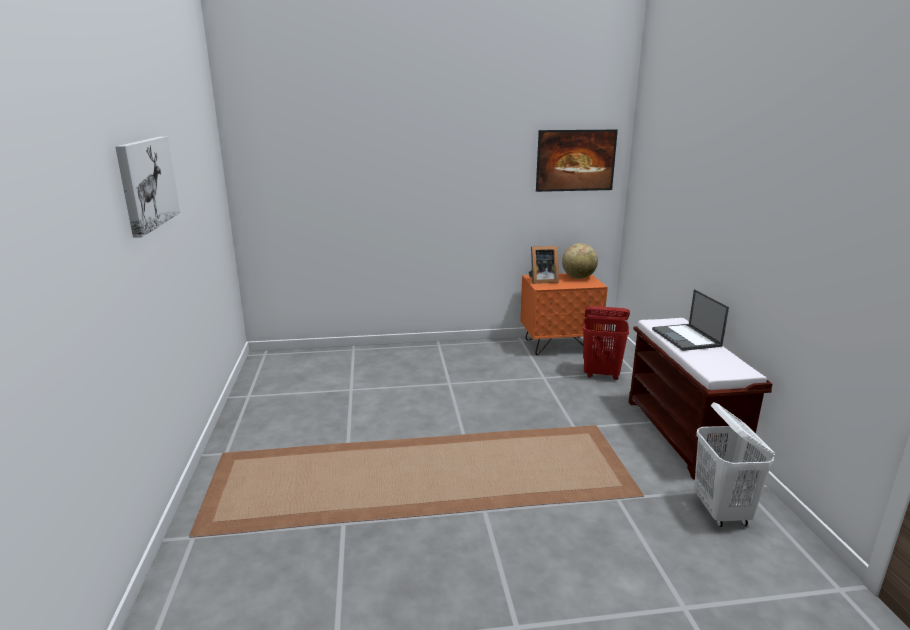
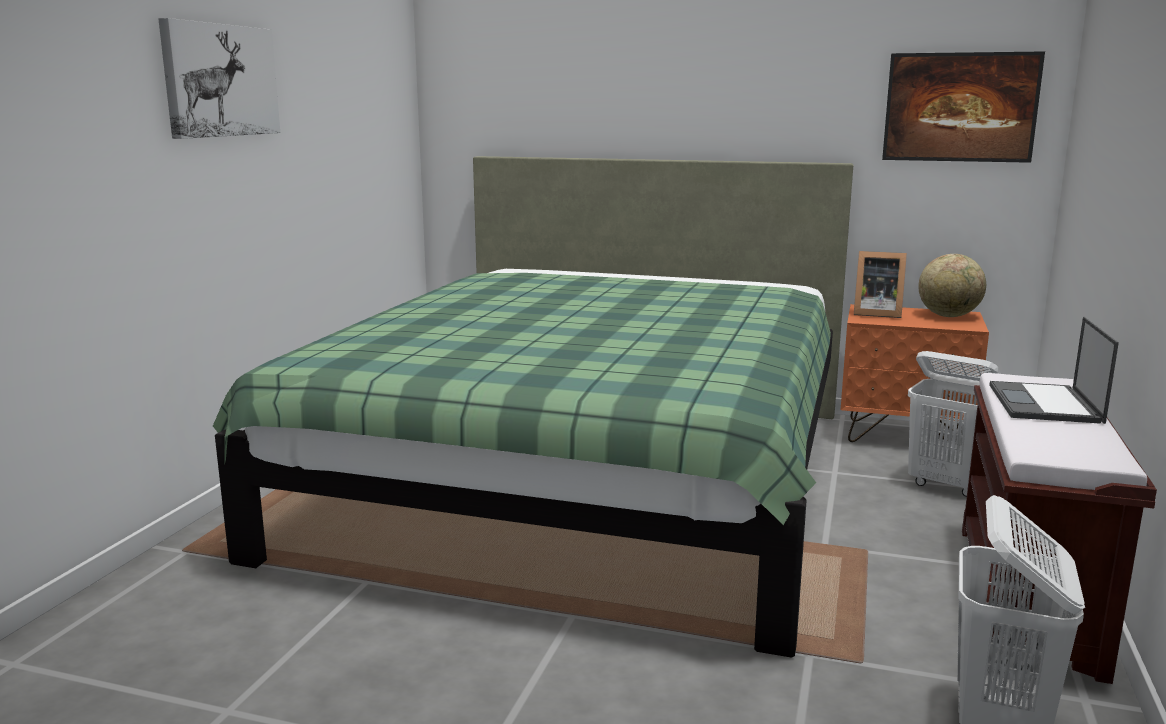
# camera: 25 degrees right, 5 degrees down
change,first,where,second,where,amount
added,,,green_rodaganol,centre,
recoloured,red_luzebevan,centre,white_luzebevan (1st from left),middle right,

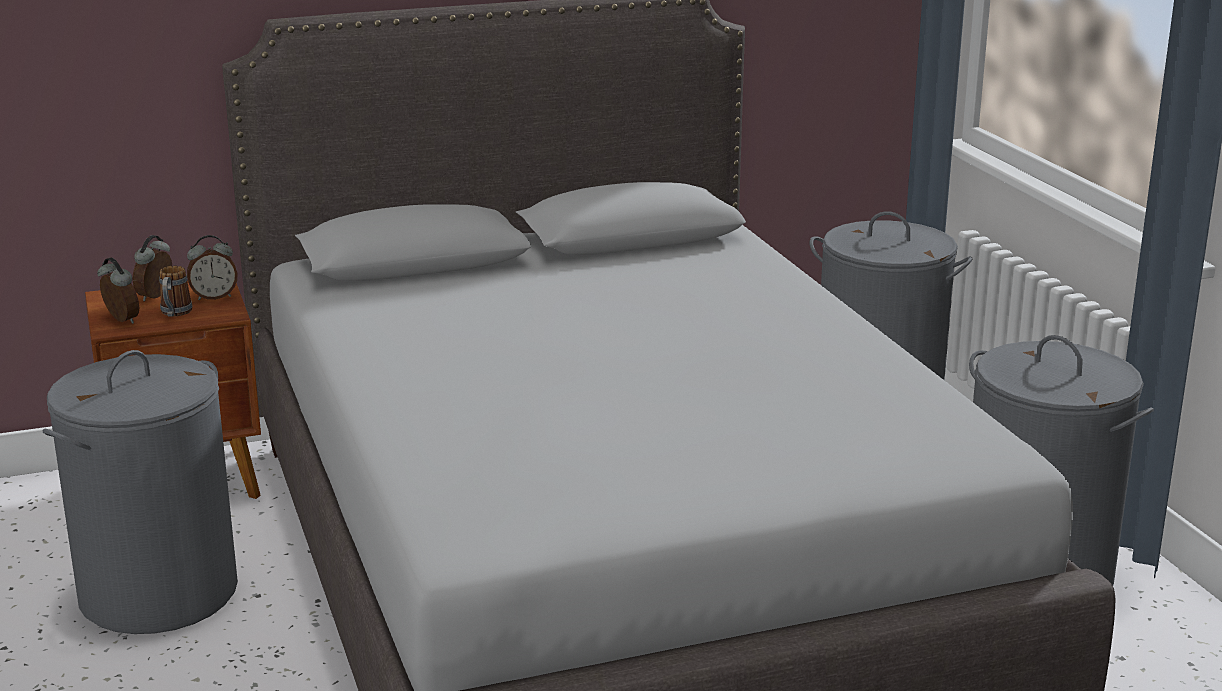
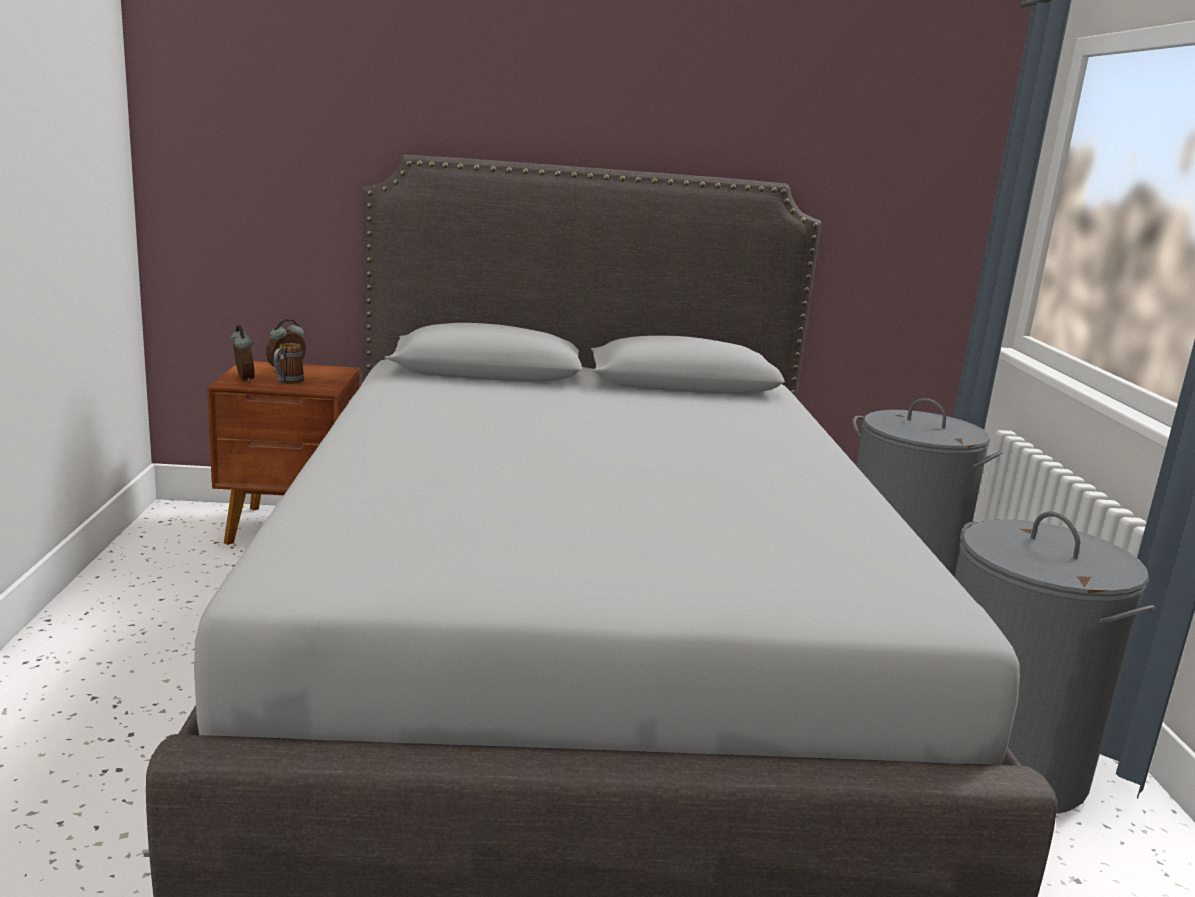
# camera: 15 degrees right, 5 degrees down
change,first,where,second,where,amount
removed,grey_luzebevan (1st from left),bottom left,,,
removed,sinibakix (3rd from left),middle left,,,

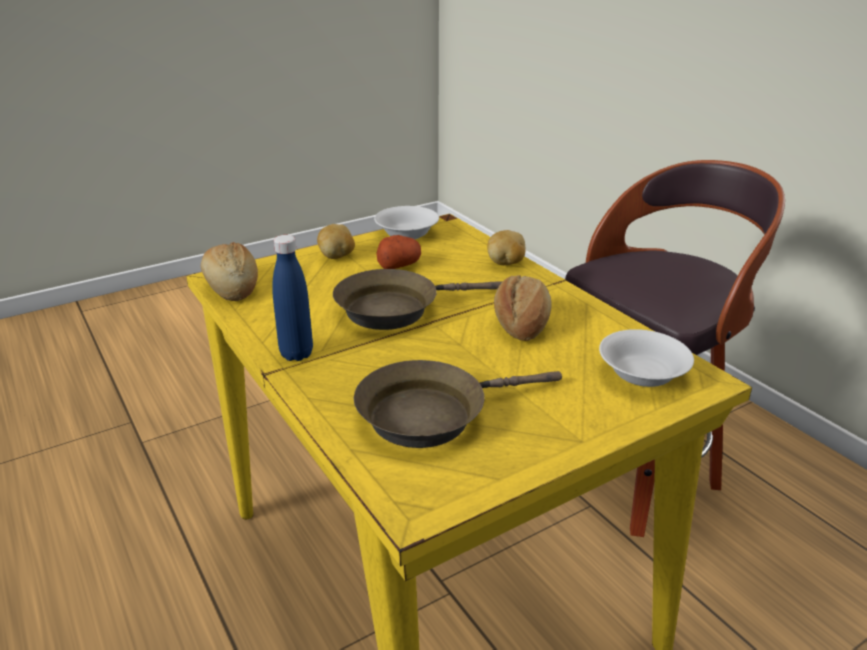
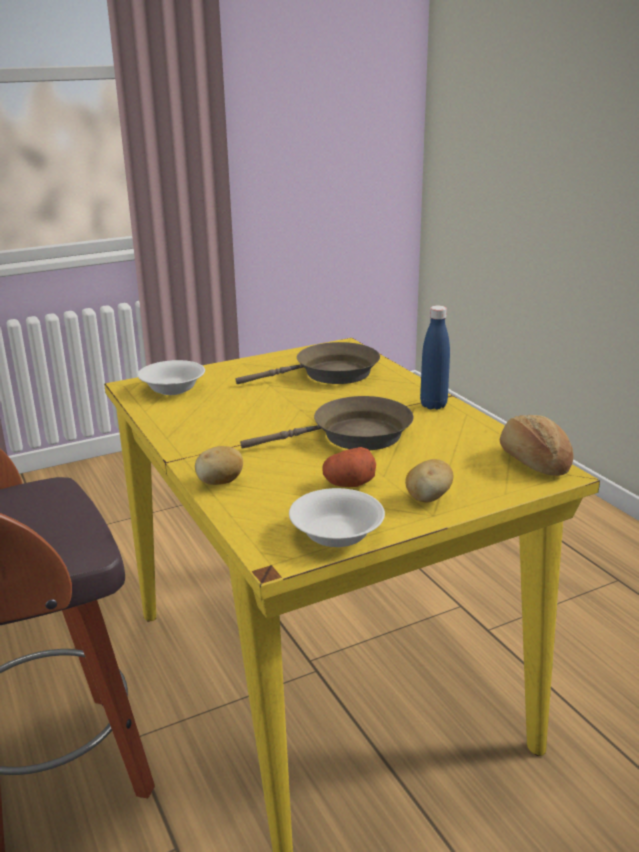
# camera: 175 degrees left, 5 degrees down
change,first,where,second,where,amount
removed,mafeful (2nd from left),centre,,,

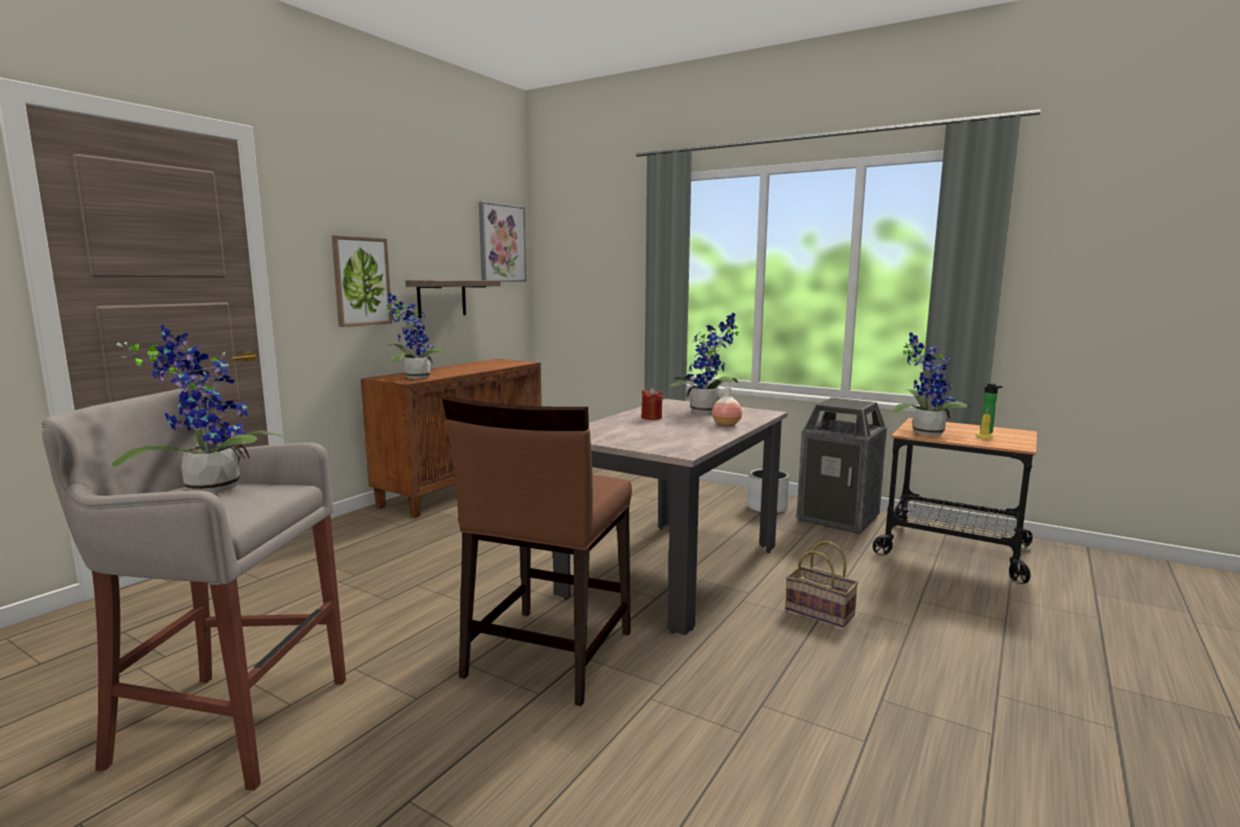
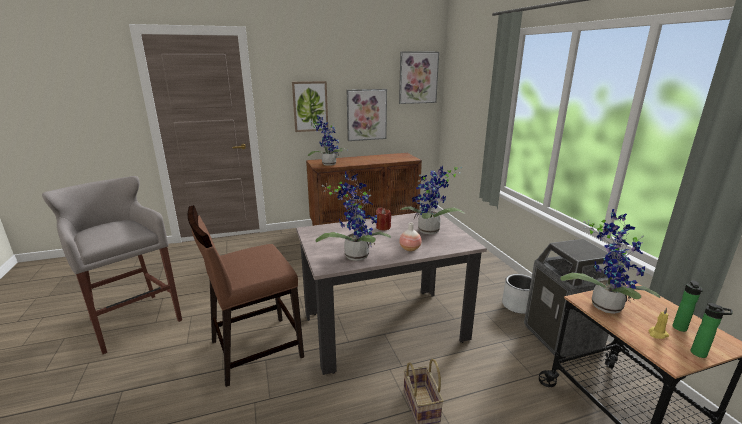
# camera: 40 degrees right, 10 degrees up
change,first,where,second,where,amount
added,,,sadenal (2nd from left),bottom right,
moved,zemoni (1st from left in the first image),middle left,zemoni (2nd from left),centre,
replaced,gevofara,centre,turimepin (2nd from left),top centre,

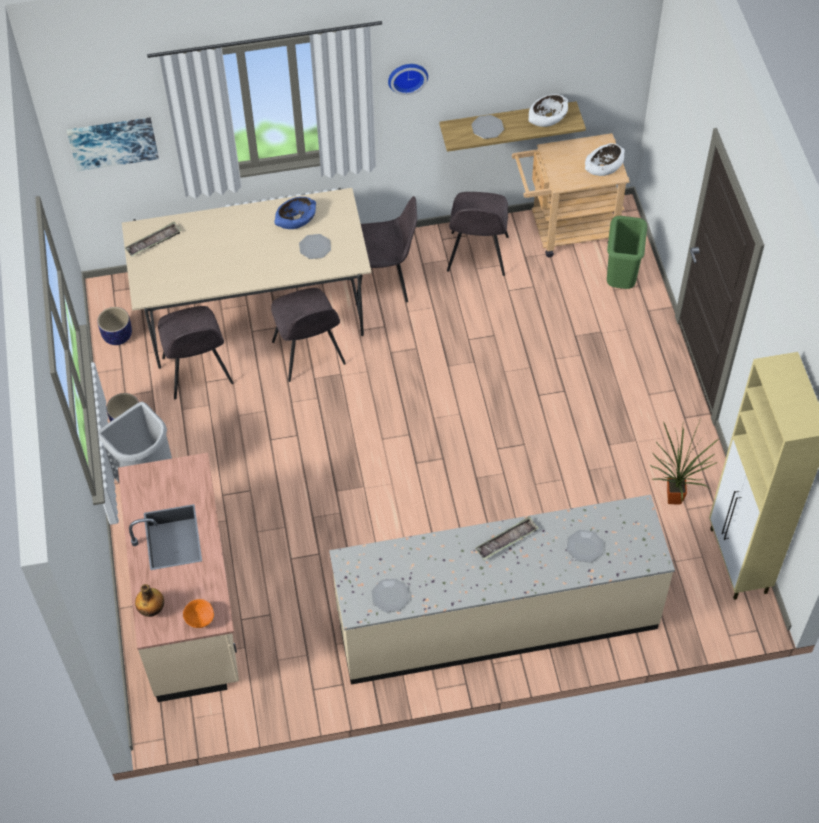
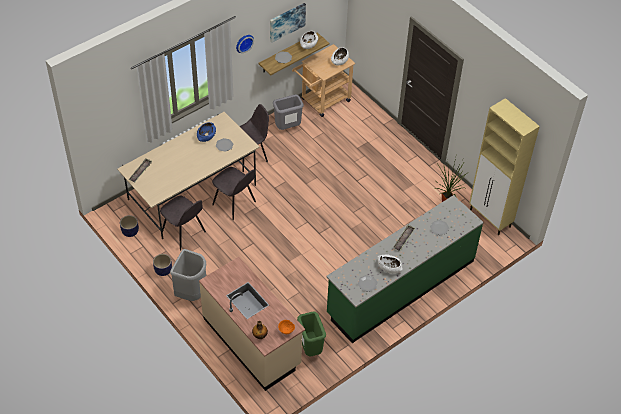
# camera: 30 degrees left, 5 degrees down
change,first,where,second,where,amount
added,,,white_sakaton (3rd from left),centre,
moved,turimepin,top left,,top centre,
moved,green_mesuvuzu,top right,,bottom centre,
replaced,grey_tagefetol (4th from left),top centre,grey_mesuvuzu (2nd from left),top centre,
recoloured,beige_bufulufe (2nd from left),bottom centre,green_bufulufe,centre,

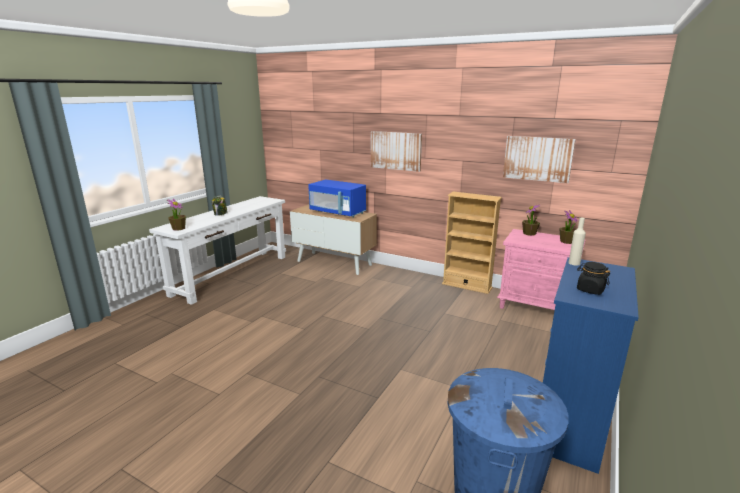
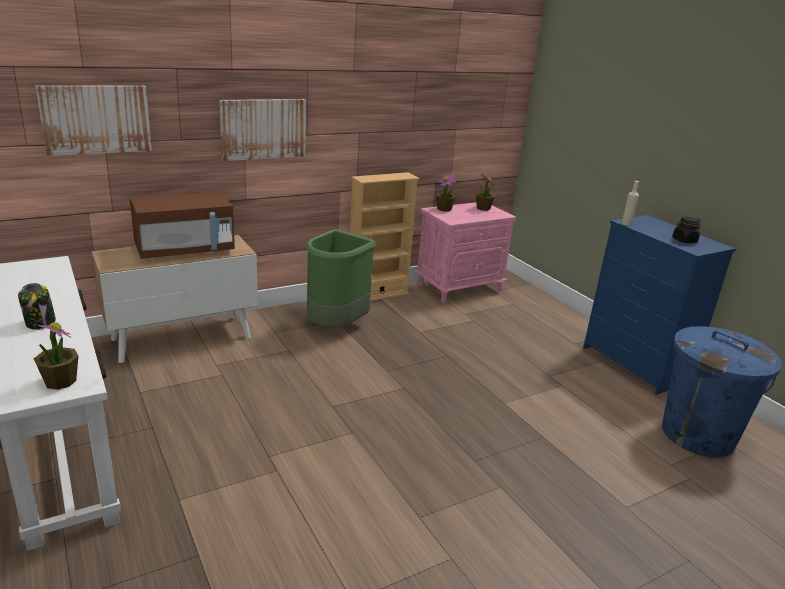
# camera: 60 degrees left, 5 degrees up
change,first,where,second,where,amount
added,,,green_mesuvuzu,centre,
moved,turimepin (2nd from left in the first image),top right,turimepin (1st from left),top left,
recoloured,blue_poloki,centre,brown_poloki,middle left,

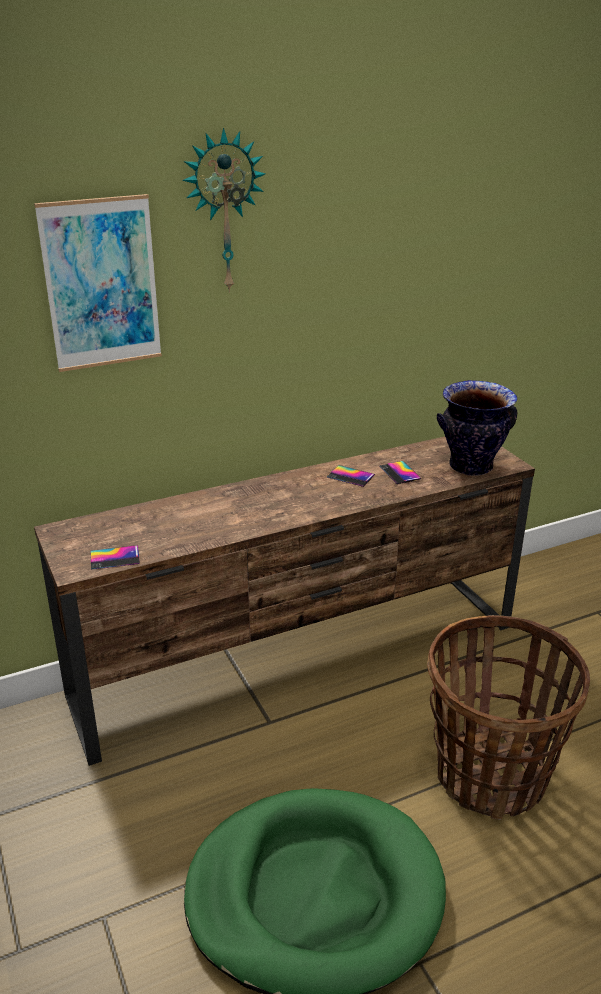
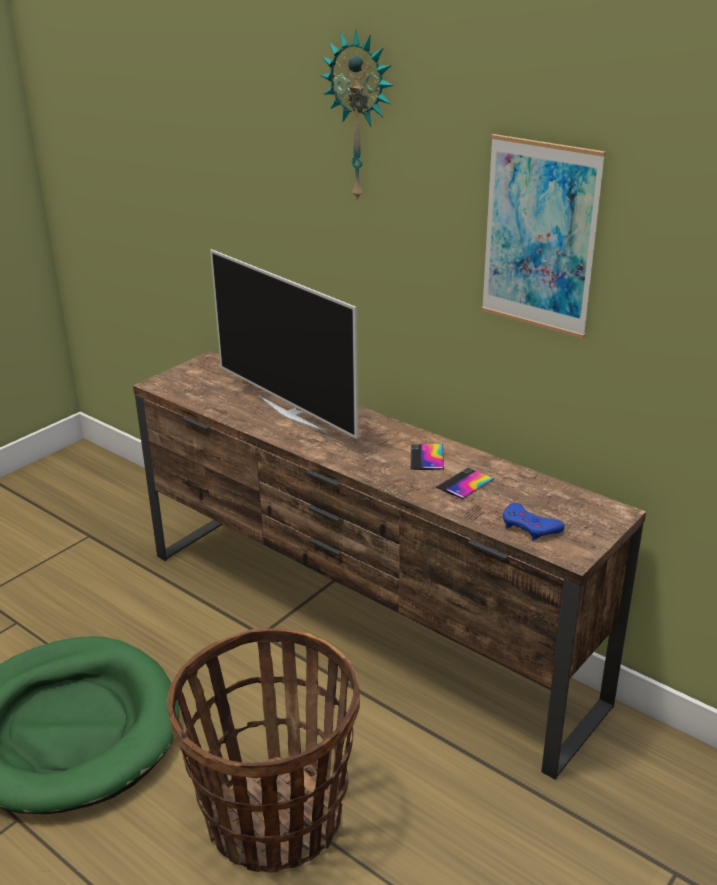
# camera: 65 degrees right, 0 degrees up
change,first,where,second,where,amount
removed,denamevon (1st from left),middle left,,,
added,,,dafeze,centre,
moved,turimepin,top left,,top right,
replaced,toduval,middle right,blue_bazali,middle right,

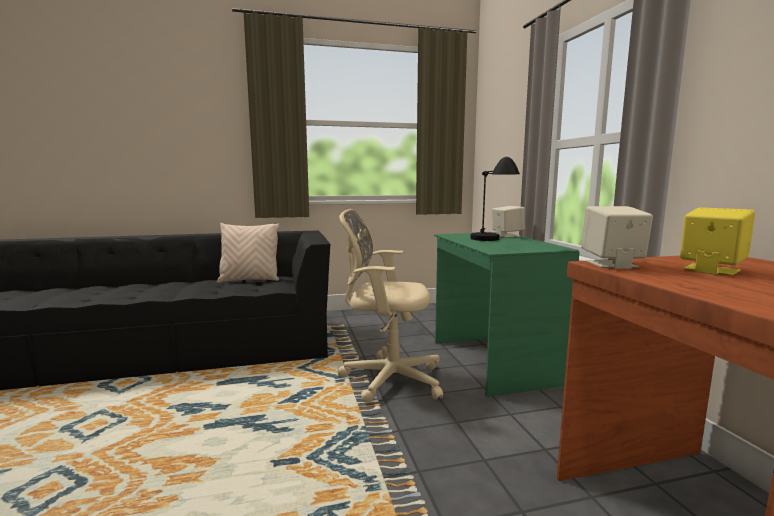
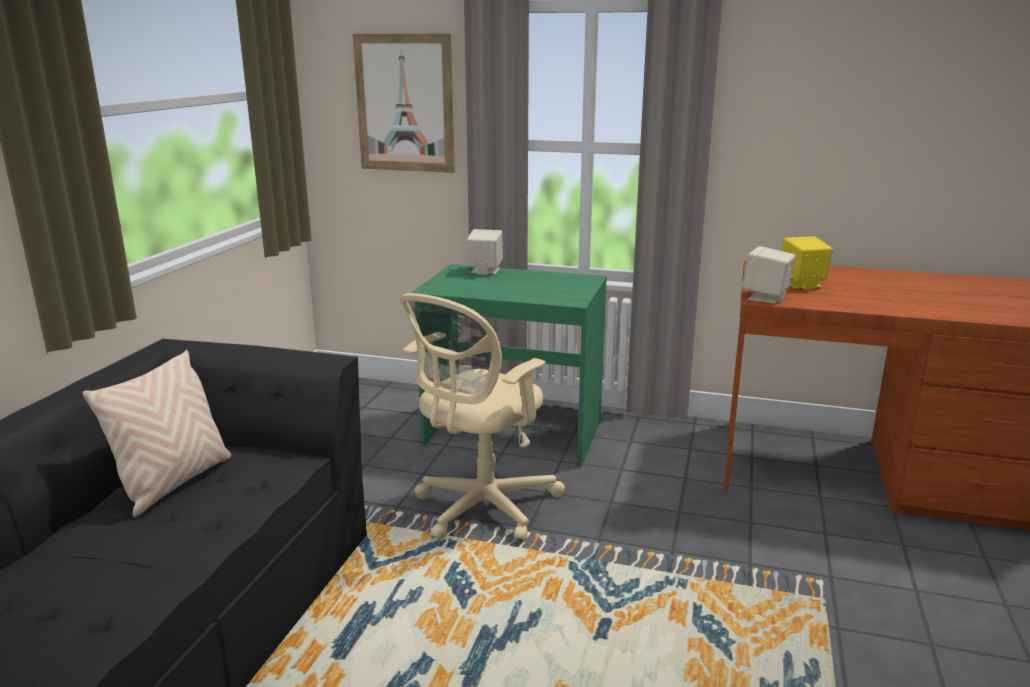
# camera: 60 degrees left, 10 degrees up
change,first,where,second,where,amount
removed,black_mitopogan,centre,,,
added,,,turimepin,top centre,

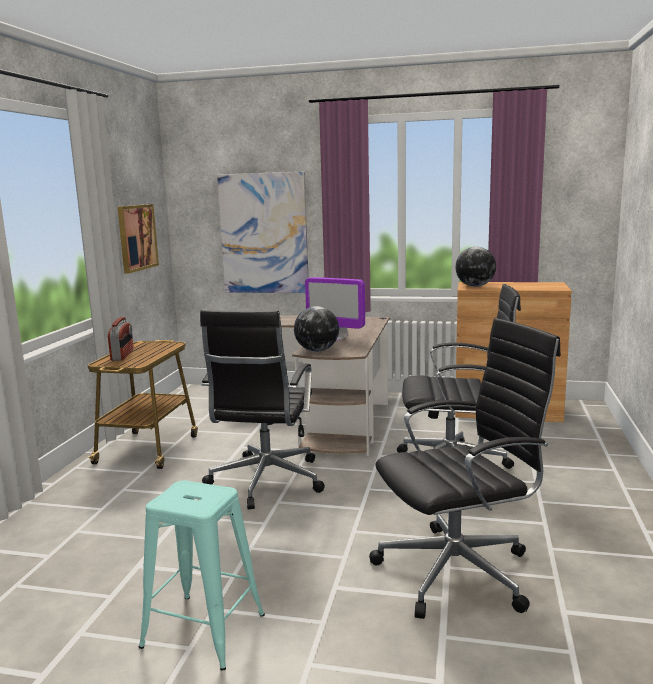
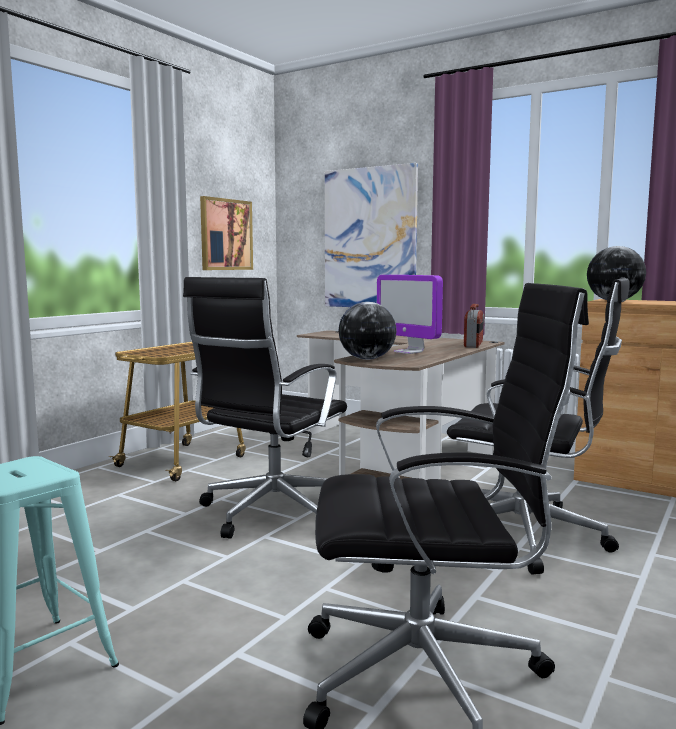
# camera: 20 degrees right, 5 degrees down
change,first,where,second,where,amount
moved,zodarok,middle left,,middle right,

